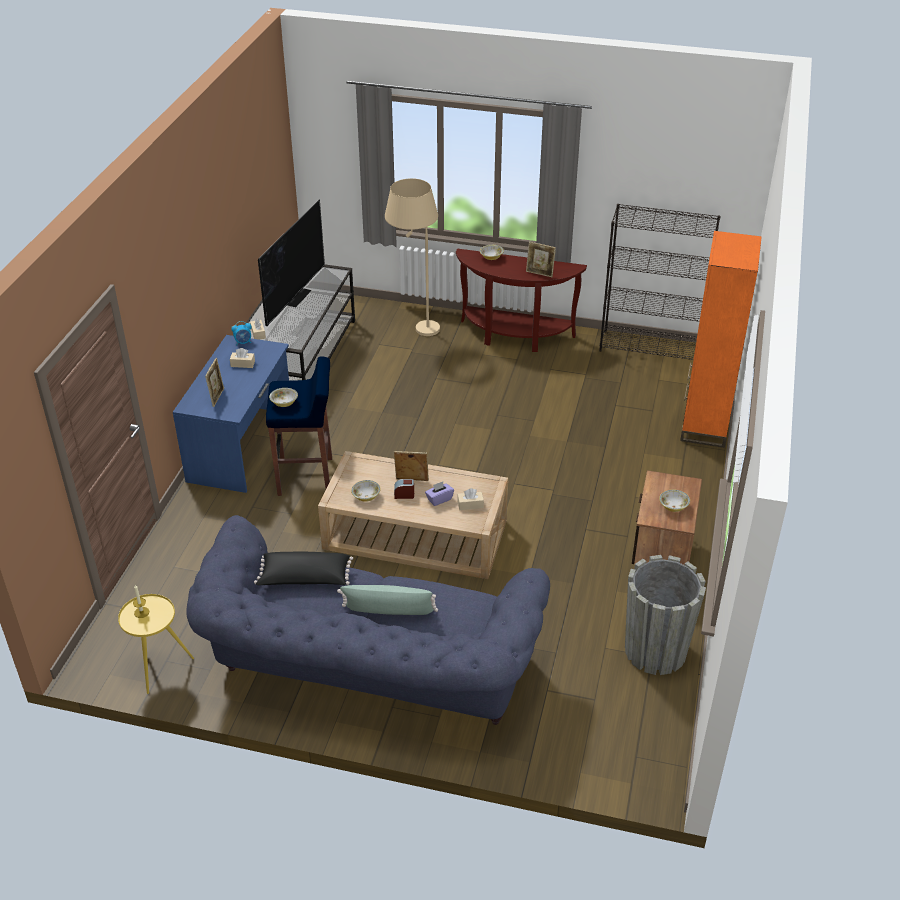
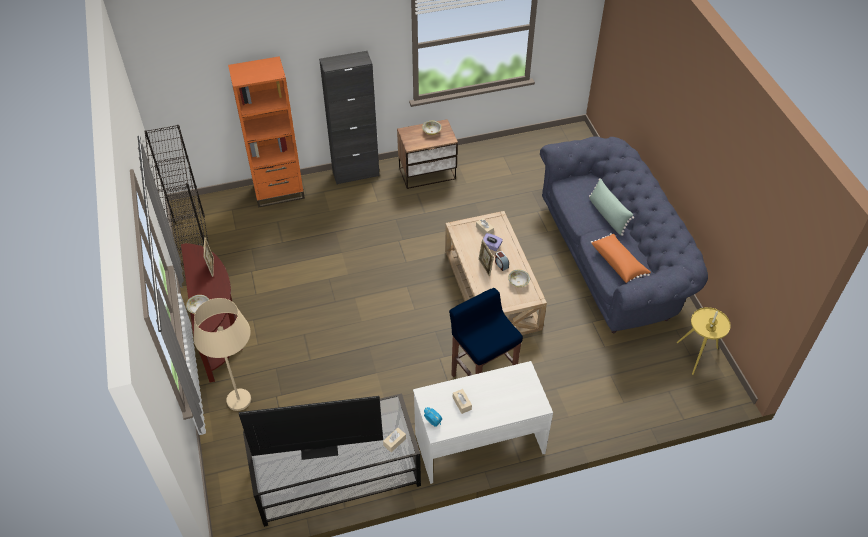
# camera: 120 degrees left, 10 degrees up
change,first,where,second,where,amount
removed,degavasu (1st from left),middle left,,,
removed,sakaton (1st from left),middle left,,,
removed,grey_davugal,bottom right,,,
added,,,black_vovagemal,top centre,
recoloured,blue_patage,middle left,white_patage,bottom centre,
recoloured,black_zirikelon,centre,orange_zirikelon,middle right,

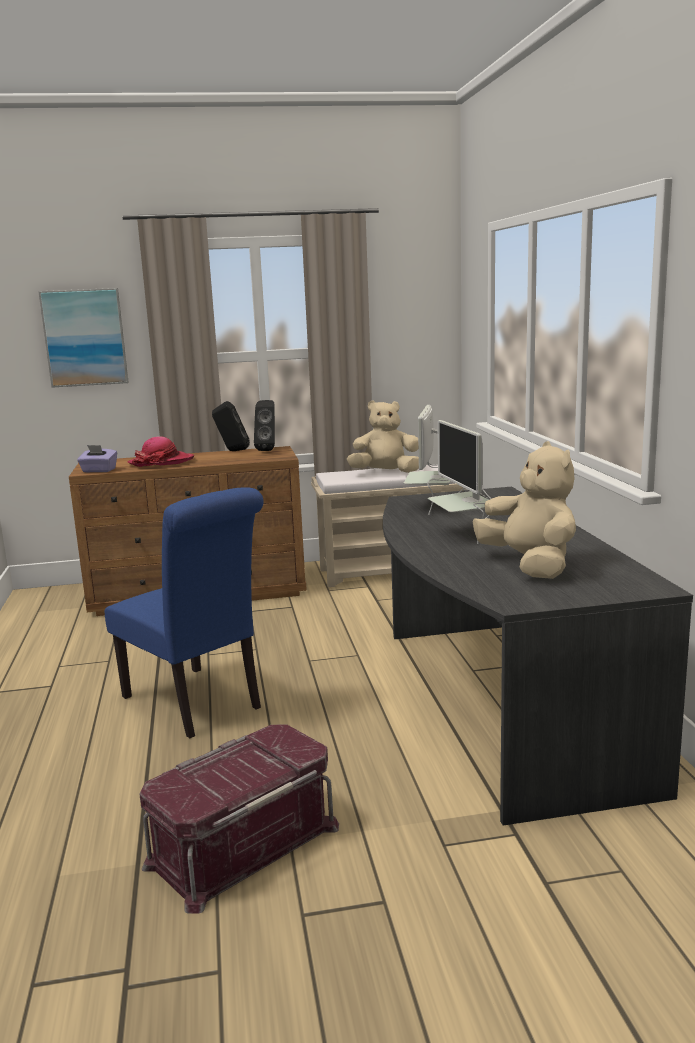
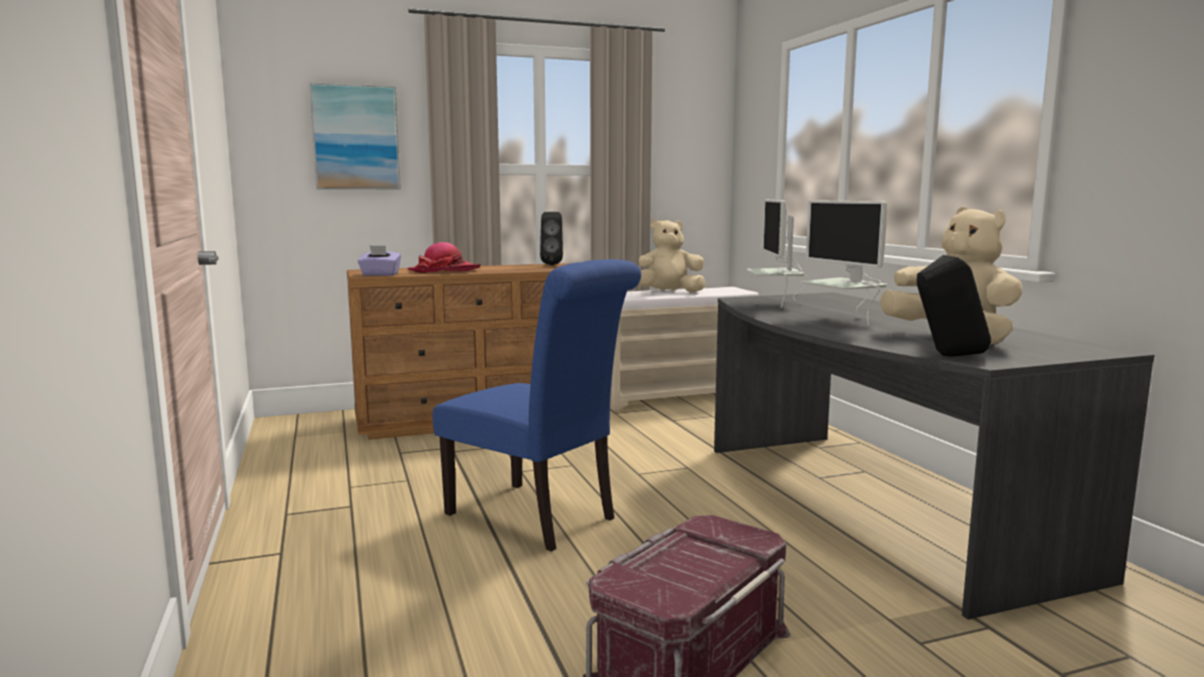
# camera: 10 degrees left, 5 degrees down
change,first,where,second,where,amount
moved,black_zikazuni (1st from left in the first image),middle left,black_zikazuni (2nd from left),middle right,

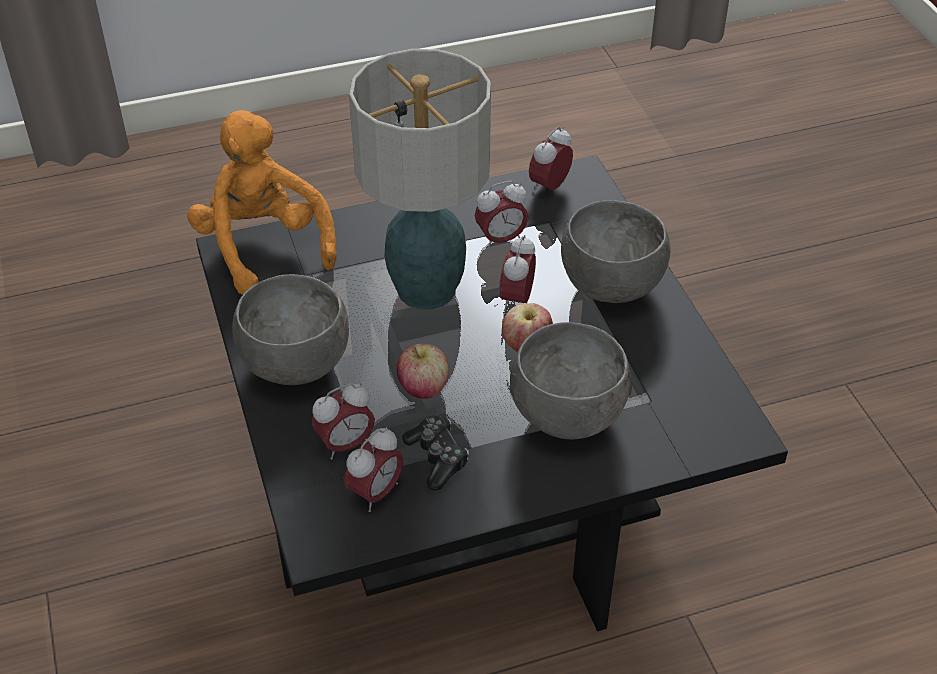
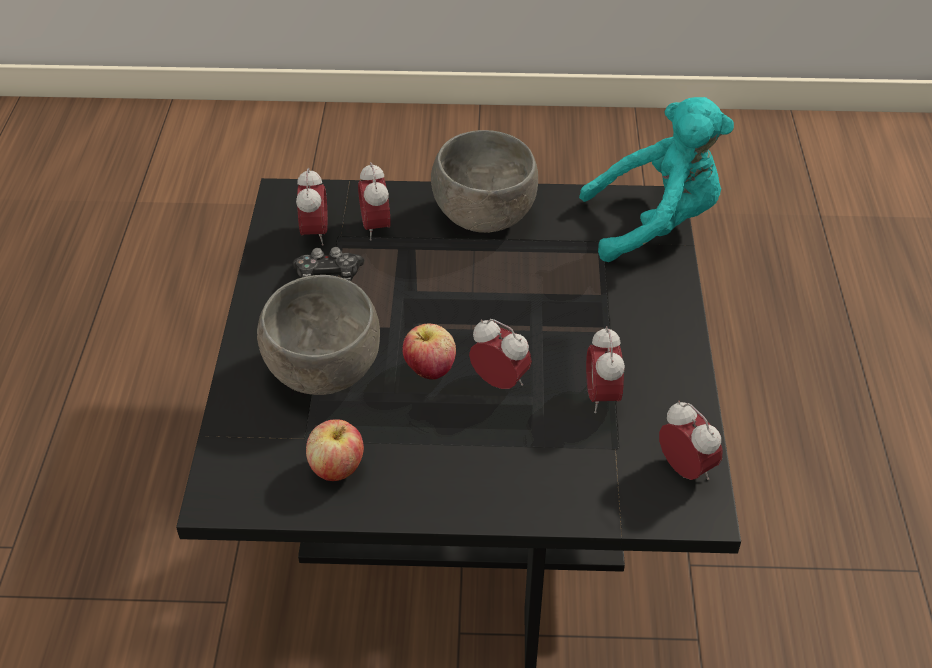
# camera: 110 degrees right, 0 degrees up
change,first,where,second,where,amount
removed,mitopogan,top centre,,,
removed,grey_sakaton (3rd from left),centre,,,
moved,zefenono (1st from left),centre,,bottom centre,
recoloured,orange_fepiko,top left,turquoise_fepiko,top right,
turned,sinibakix (2nd from left in the first image),bottom centre,sinibakix (1st from left),top centre,150 degrees counterclockwise

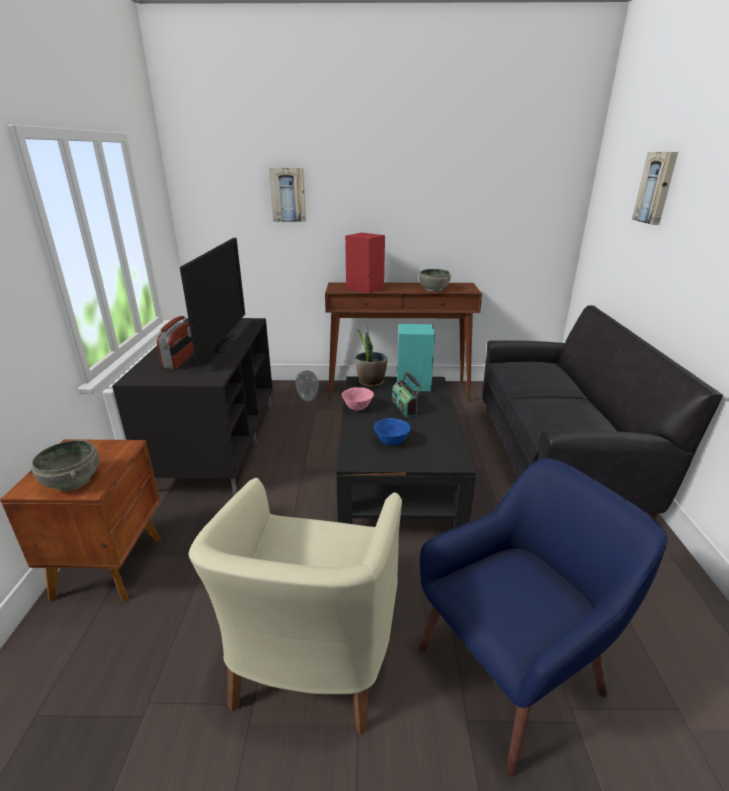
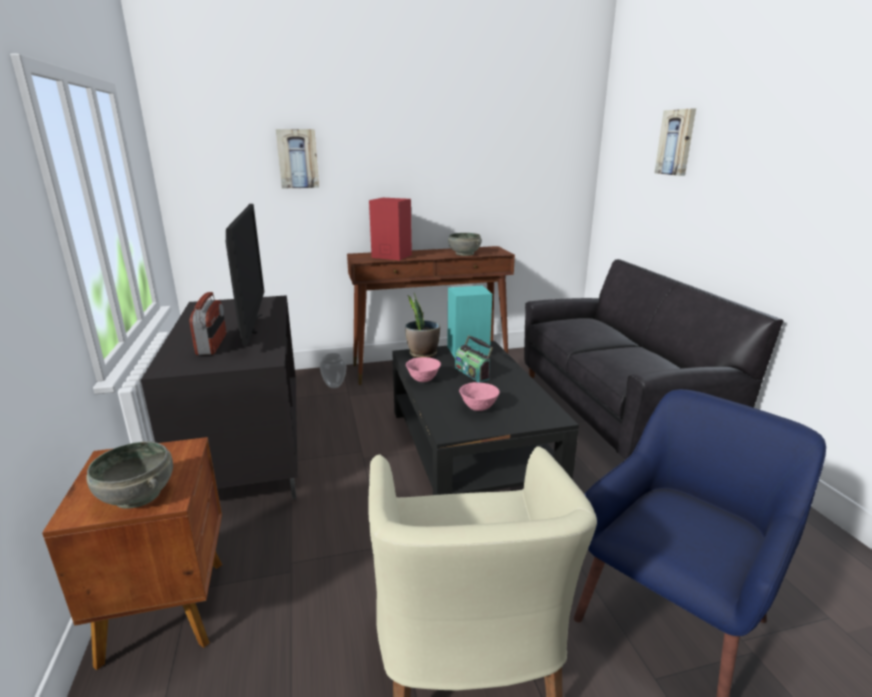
# camera: 15 degrees left, 5 degrees down
change,first,where,second,where,amount
recoloured,blue_sakaton,centre,pink_sakaton (2nd from left),centre,

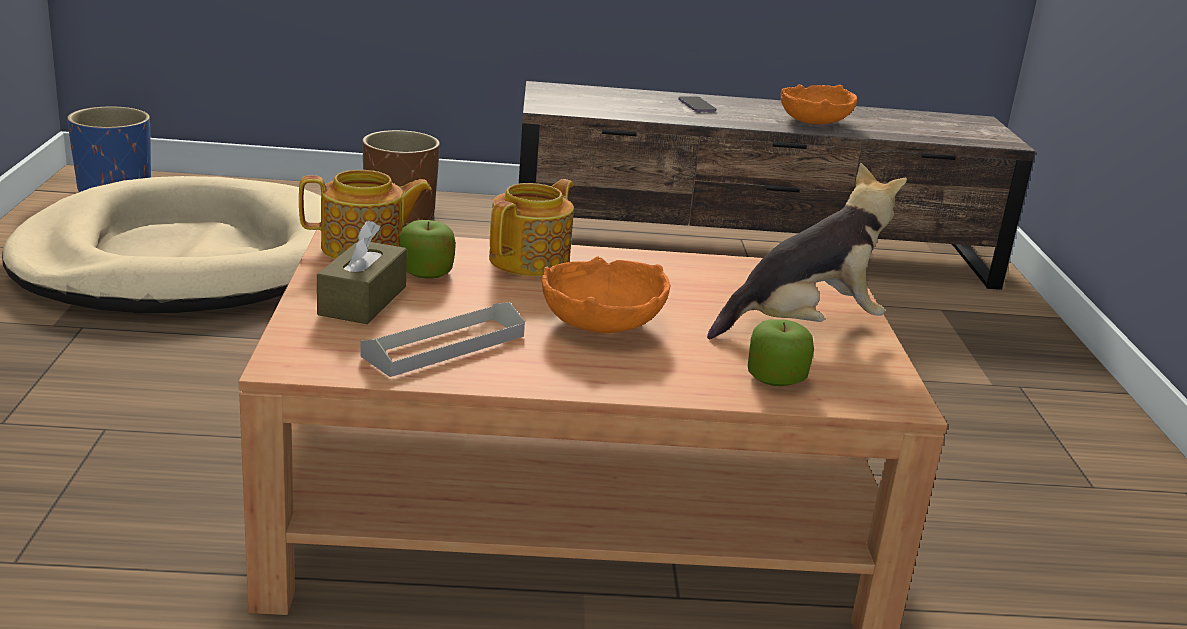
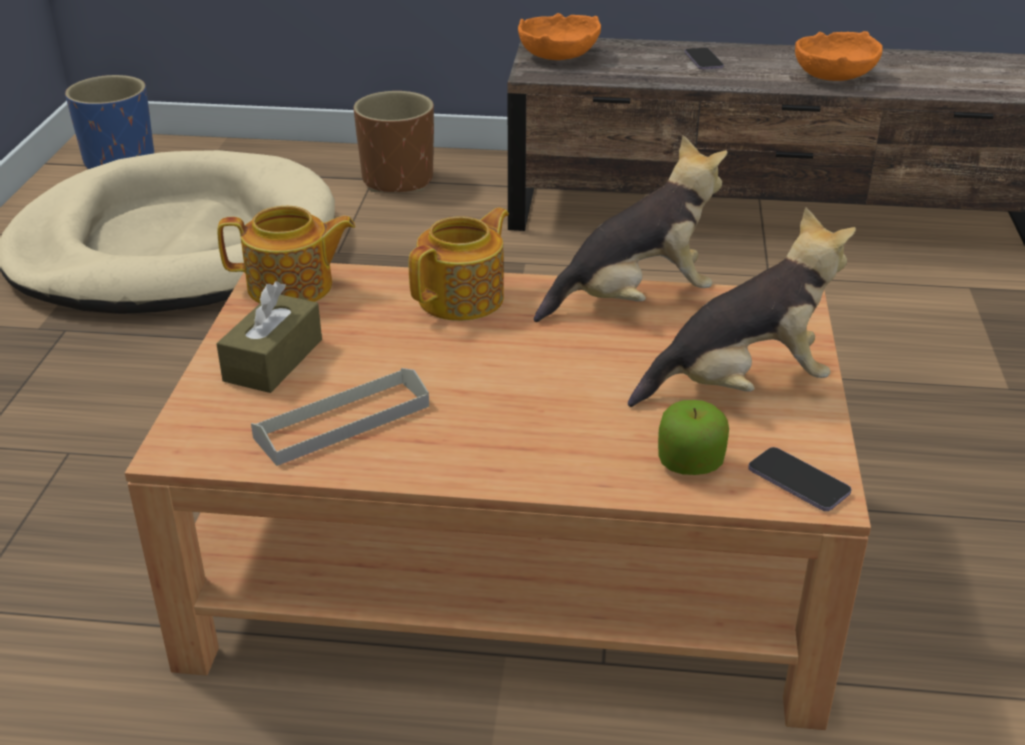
# camera: 10 degrees right, 10 degrees up
change,first,where,second,where,amount
removed,zefenono (1st from left),centre,,,
added,,,fepiko (1st from left),top centre,
added,,,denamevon (2nd from left),middle right,
moved,orange_sakaton (1st from left),centre,,top centre,

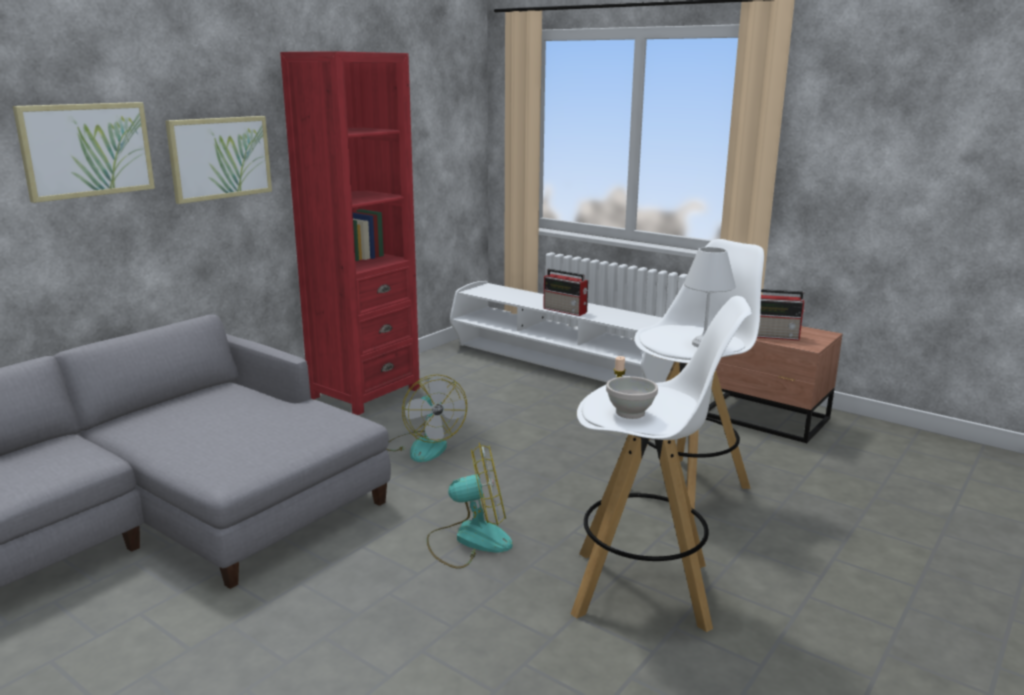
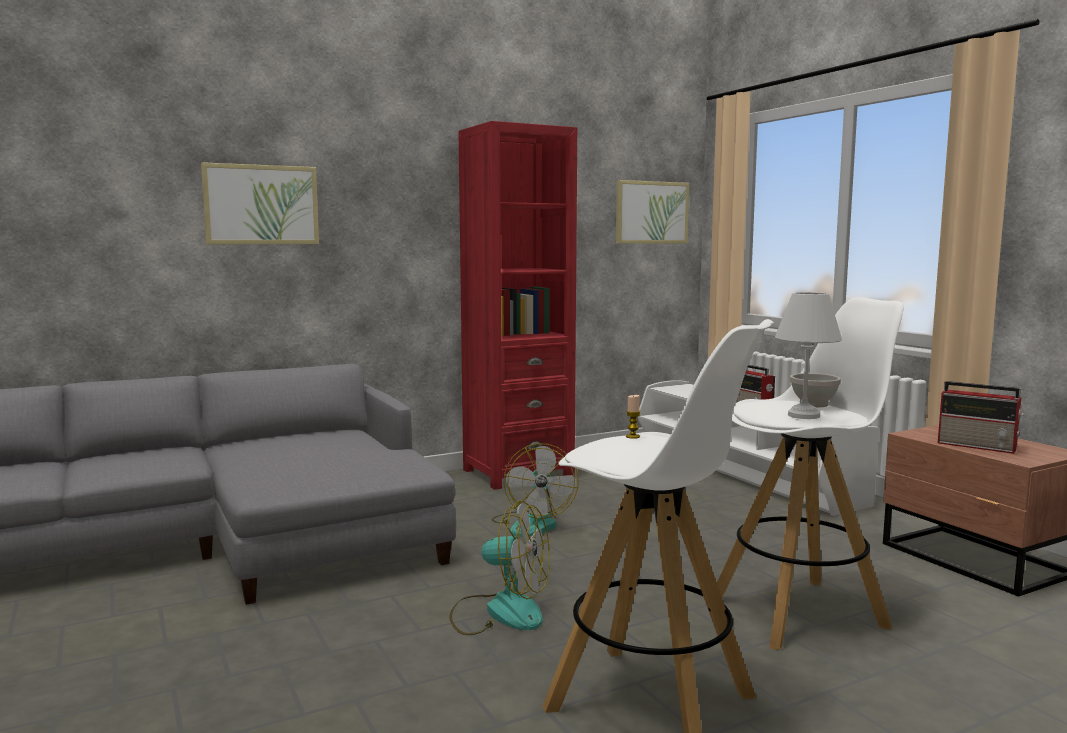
# camera: 25 degrees right, 10 degrees down
change,first,where,second,where,amount
moved,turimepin (2nd from left),top left,,top centre,
moved,white_sakaton,centre,,middle right,

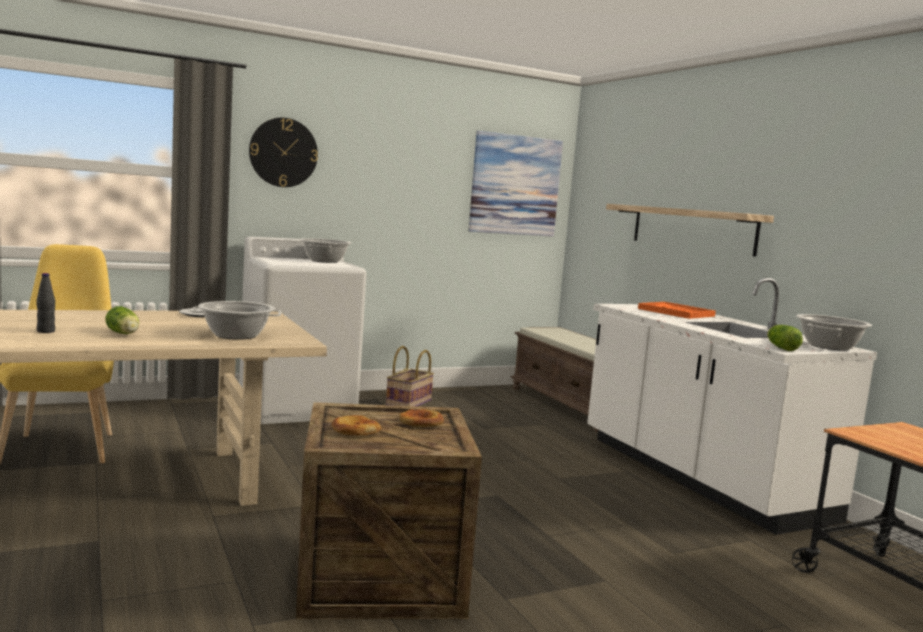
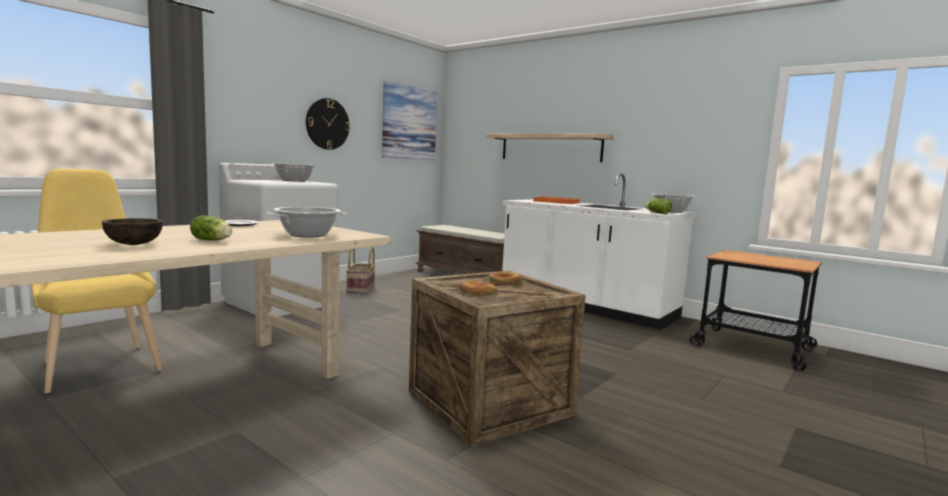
# camera: 25 degrees left, 0 degrees up
change,first,where,second,where,amount
moved,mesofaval,top left,,top centre,
replaced,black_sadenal,middle left,brown_sakaton,middle left,

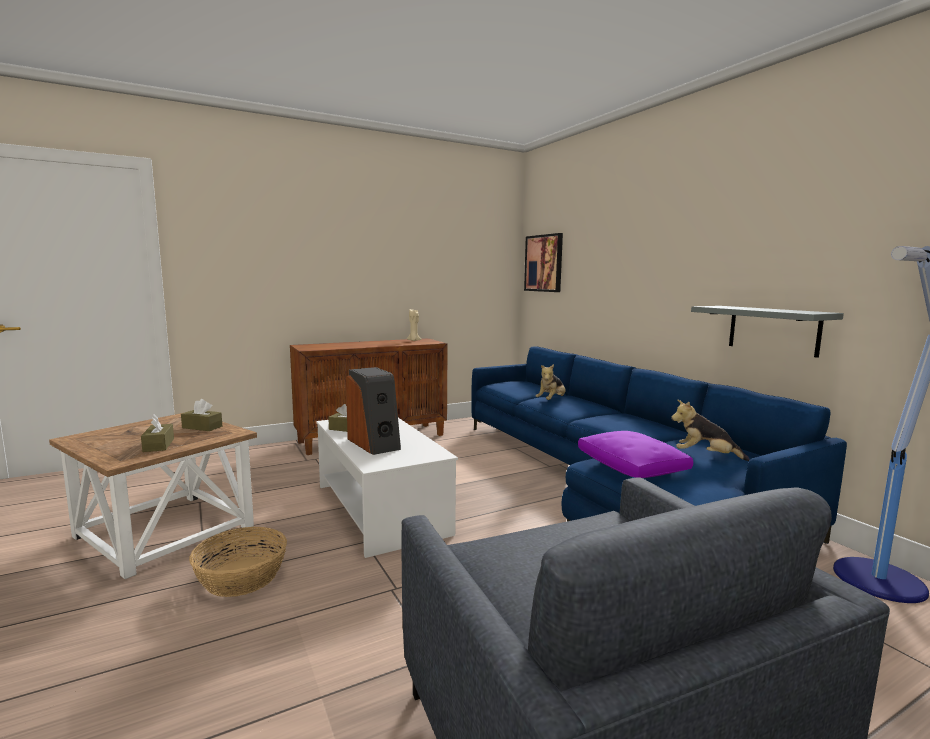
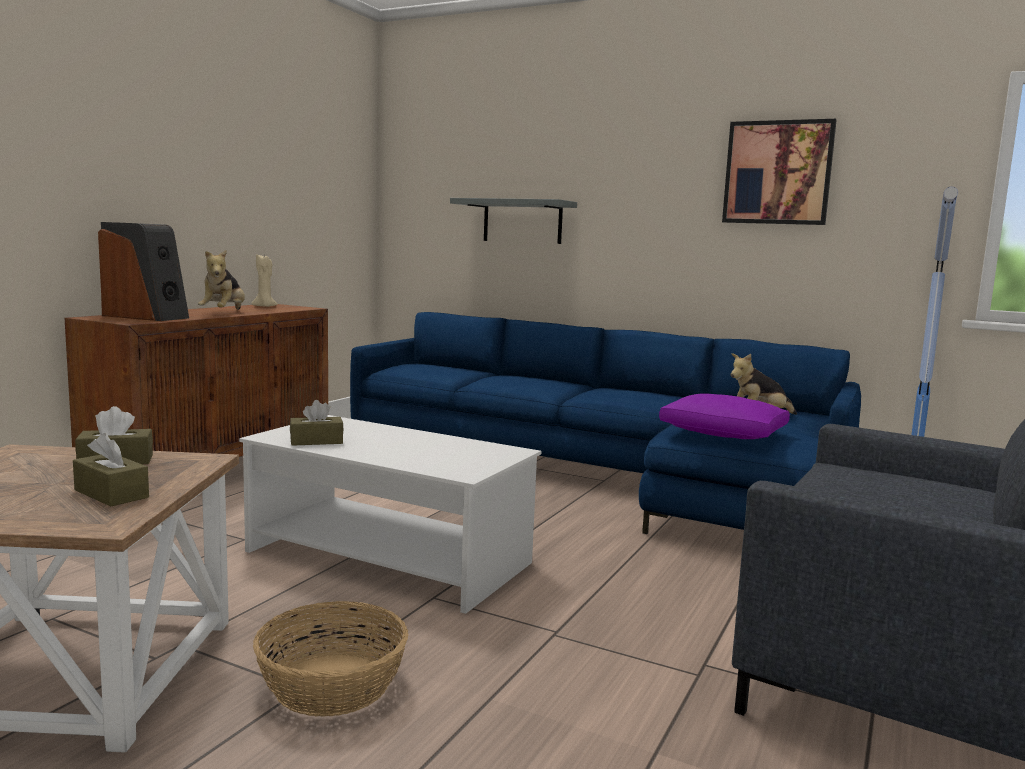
# camera: 35 degrees left, 0 degrees up
change,first,where,second,where,amount
moved,zikazuni,centre,,middle left,
moved,turimepin,centre,,top right,
moved,fepiko (1st from left),centre,,middle left,
moved,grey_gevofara,middle right,,top centre,

